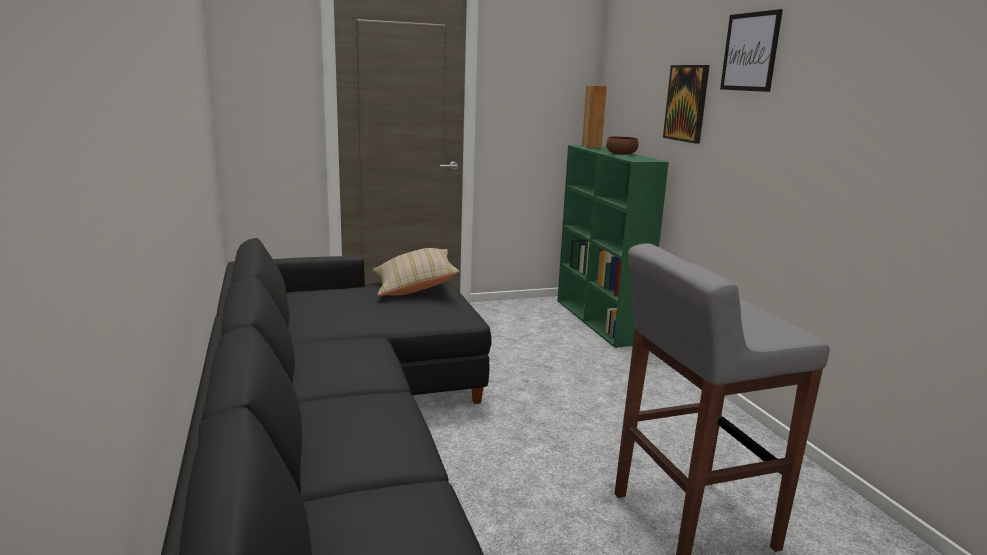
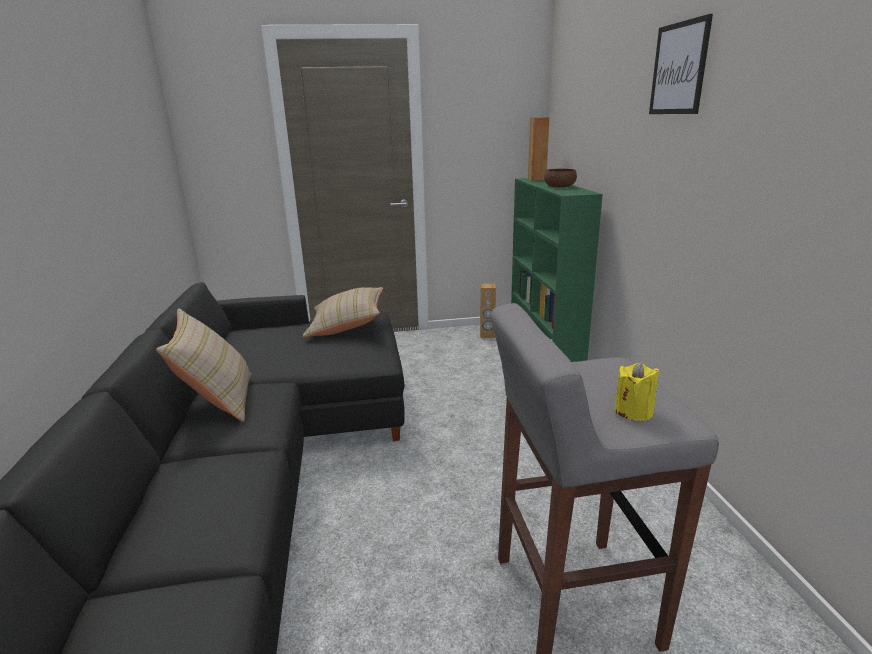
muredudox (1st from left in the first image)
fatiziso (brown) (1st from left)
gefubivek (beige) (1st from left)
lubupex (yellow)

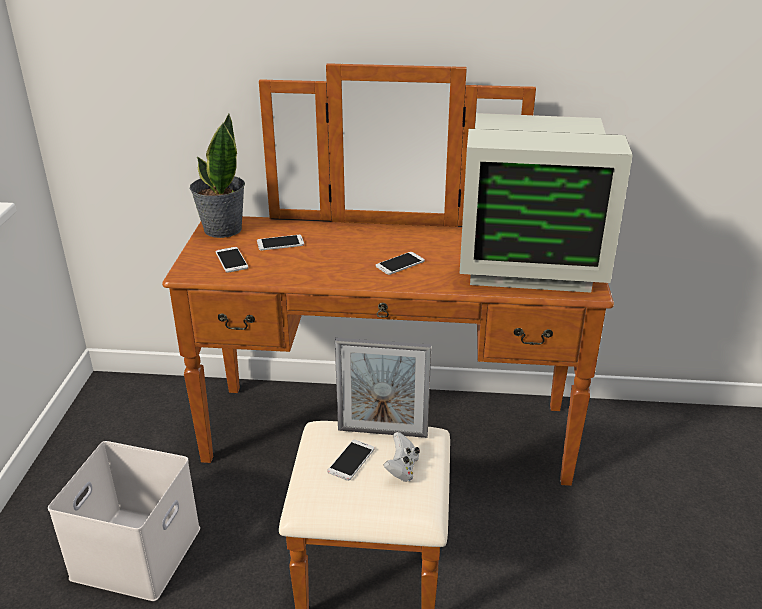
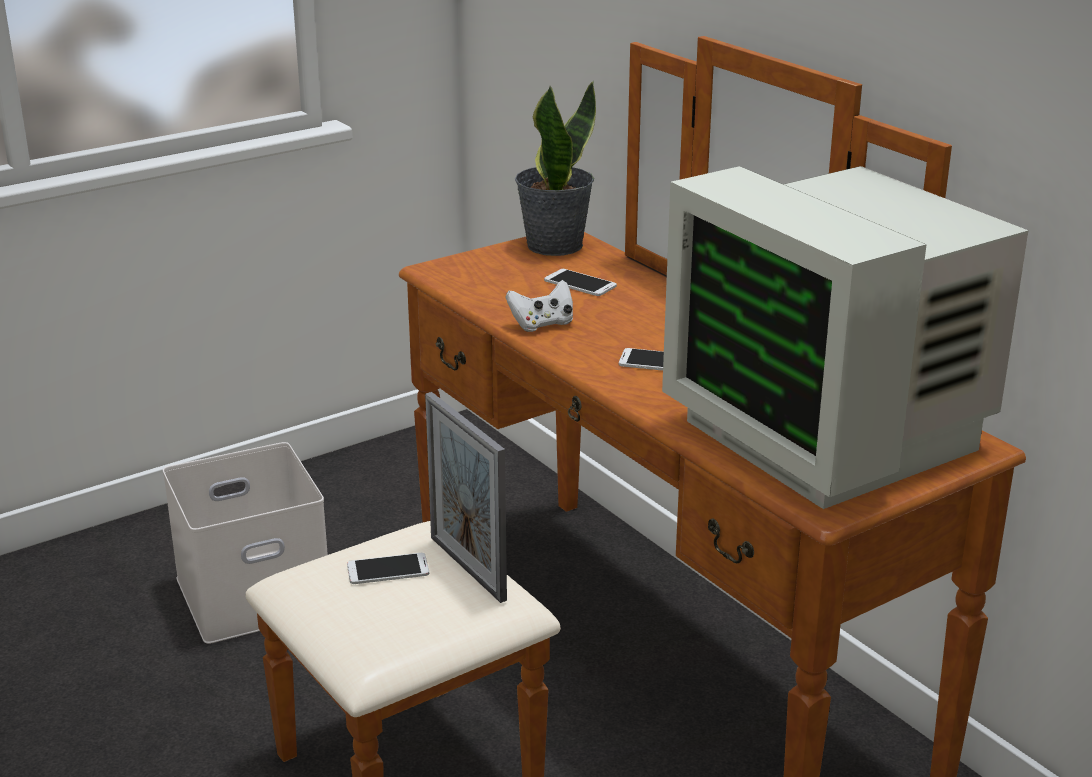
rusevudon (1st from left in the first image)
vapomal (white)

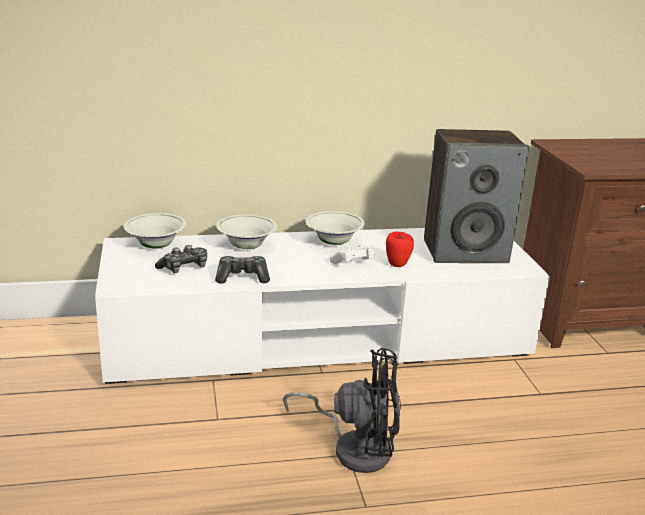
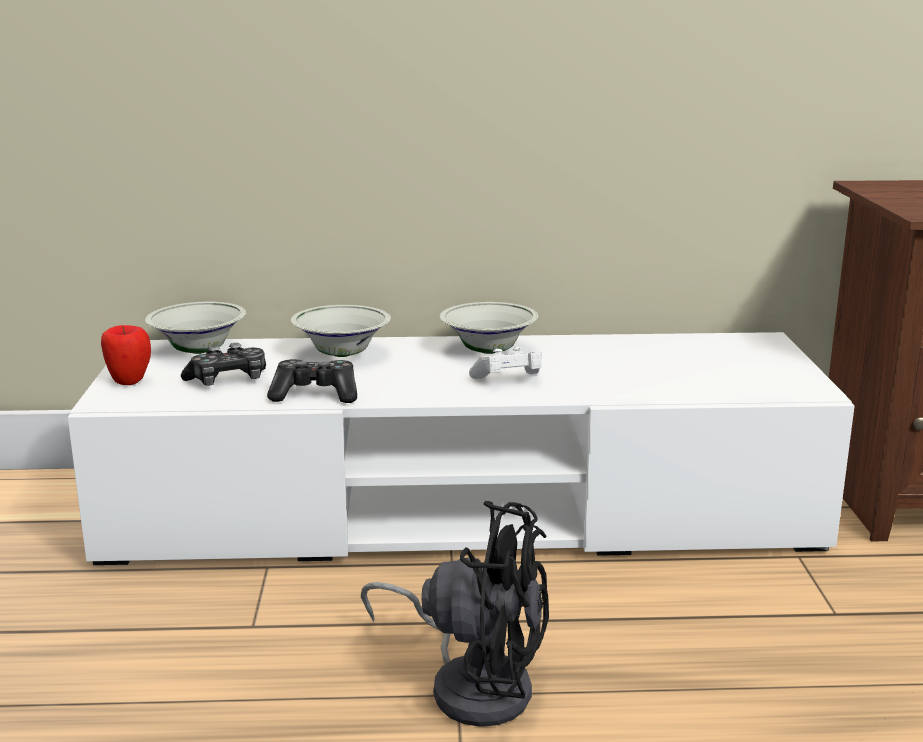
fatiziso
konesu

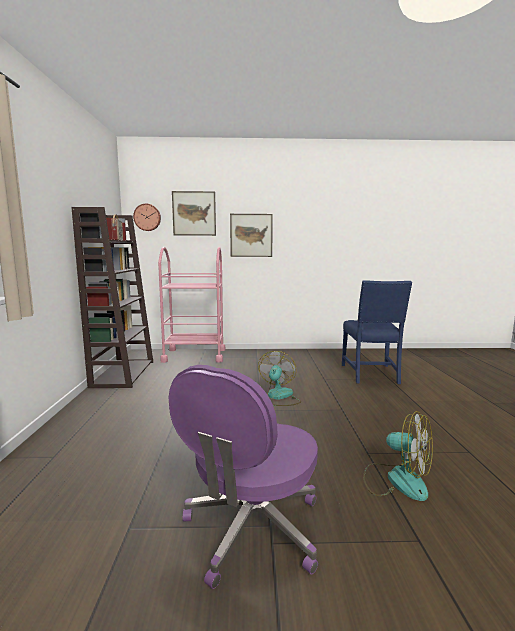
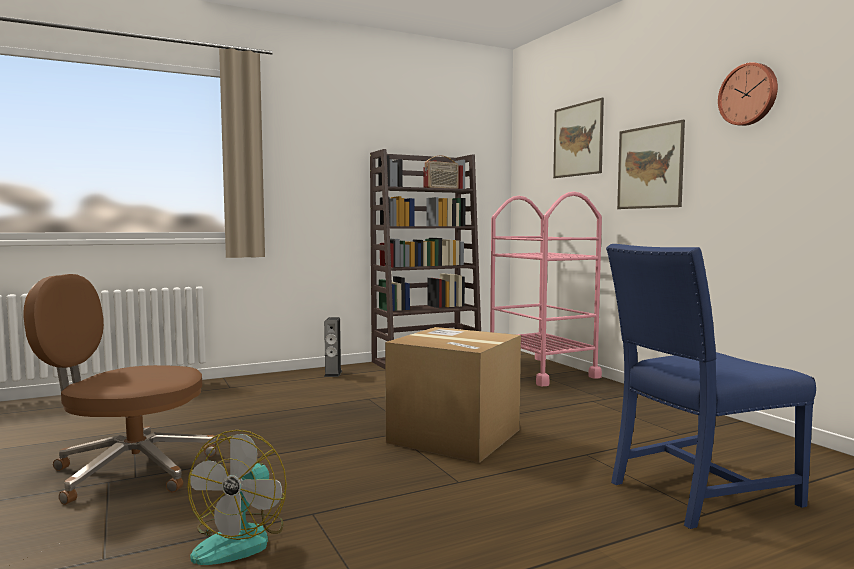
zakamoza
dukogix
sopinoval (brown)
fatiziso

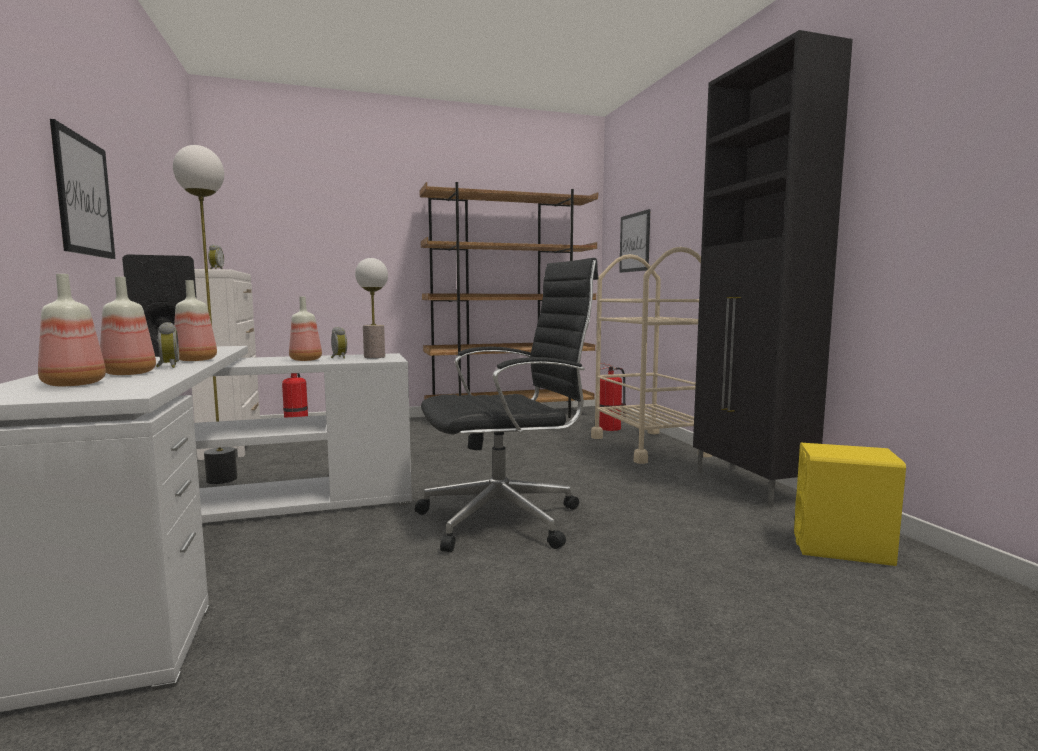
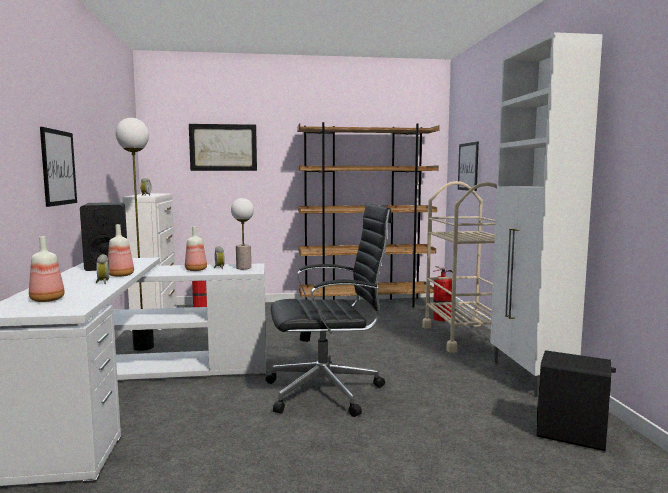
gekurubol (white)
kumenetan (2nd from left in the first image)
fatiziso (black) (2nd from left)
muredudox (2nd from left)

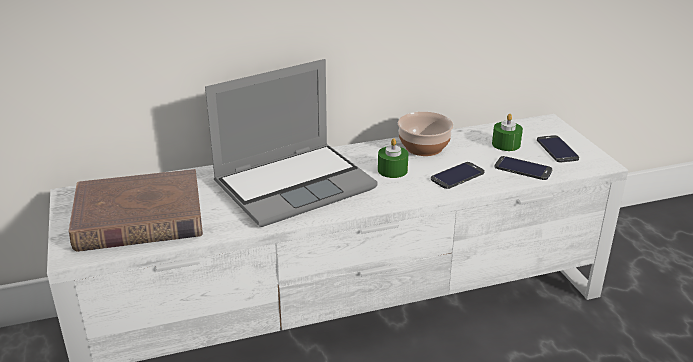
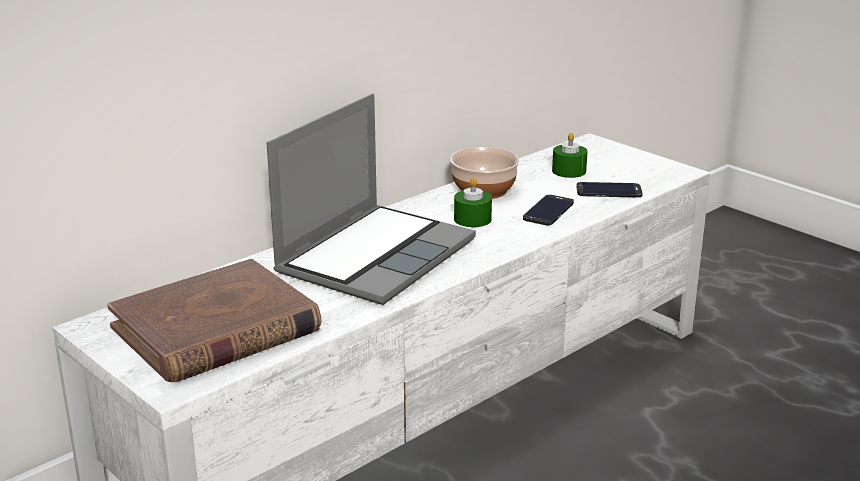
rusevudon (3rd from left in the first image)

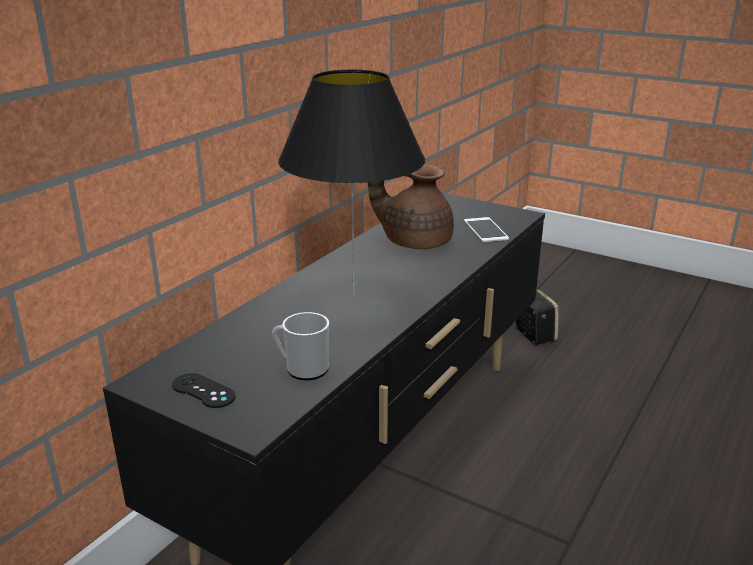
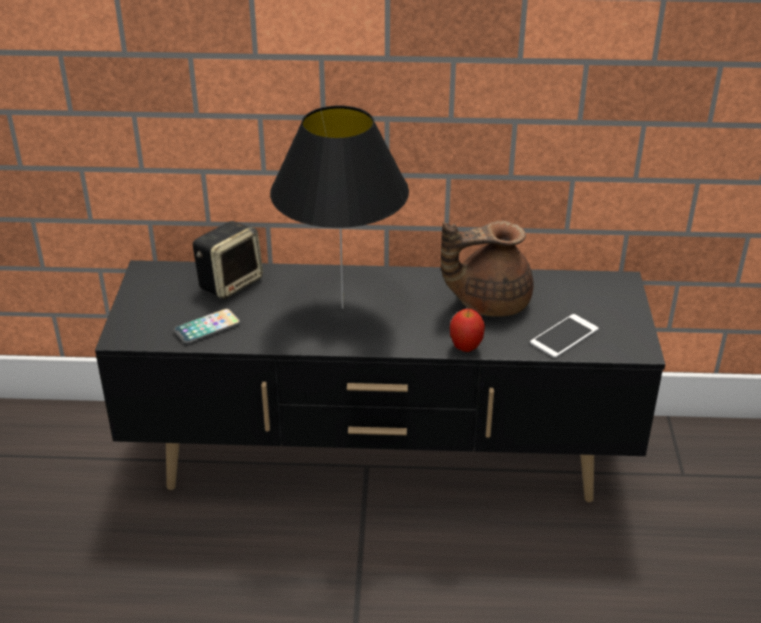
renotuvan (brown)
fatiziso
rusevudon (1st from left)
vapomal (black)
konesu

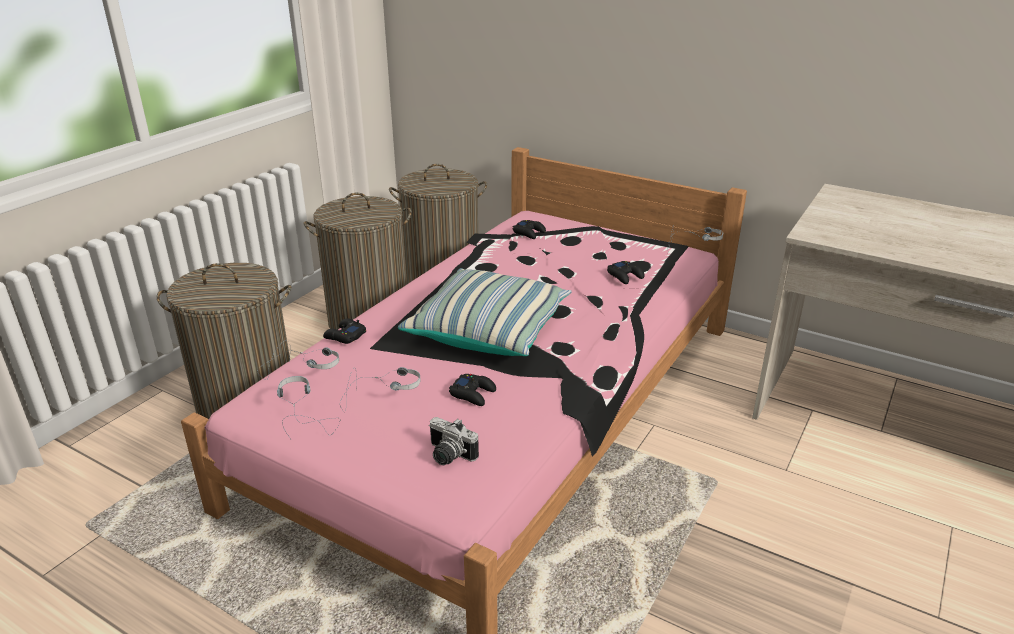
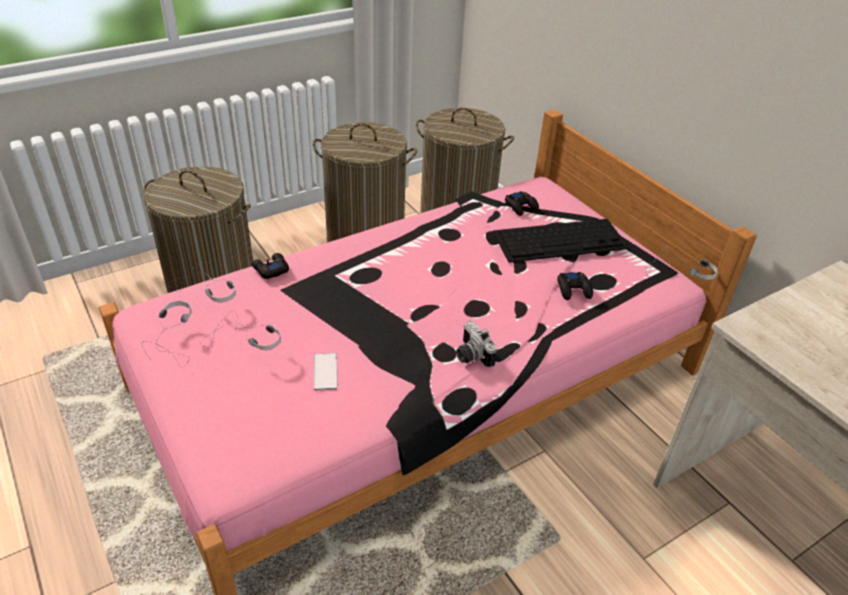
gefubivek
rusevudon
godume
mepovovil

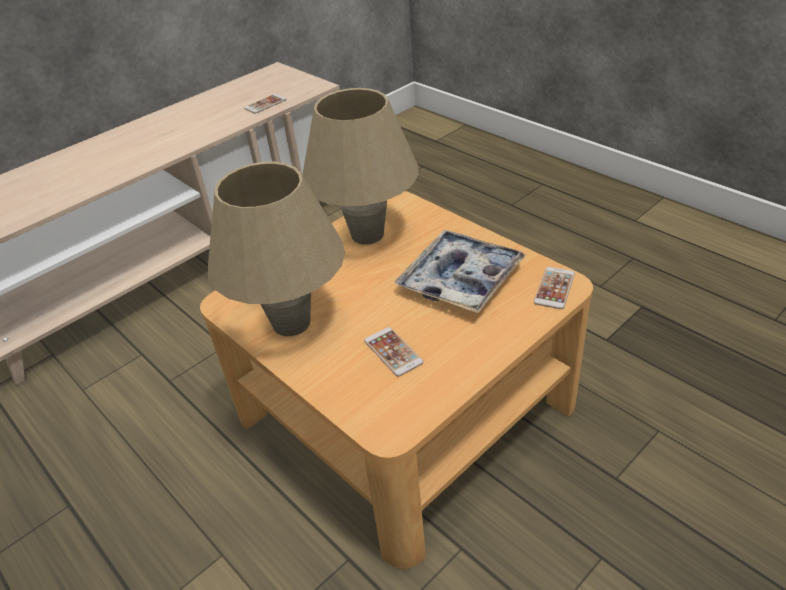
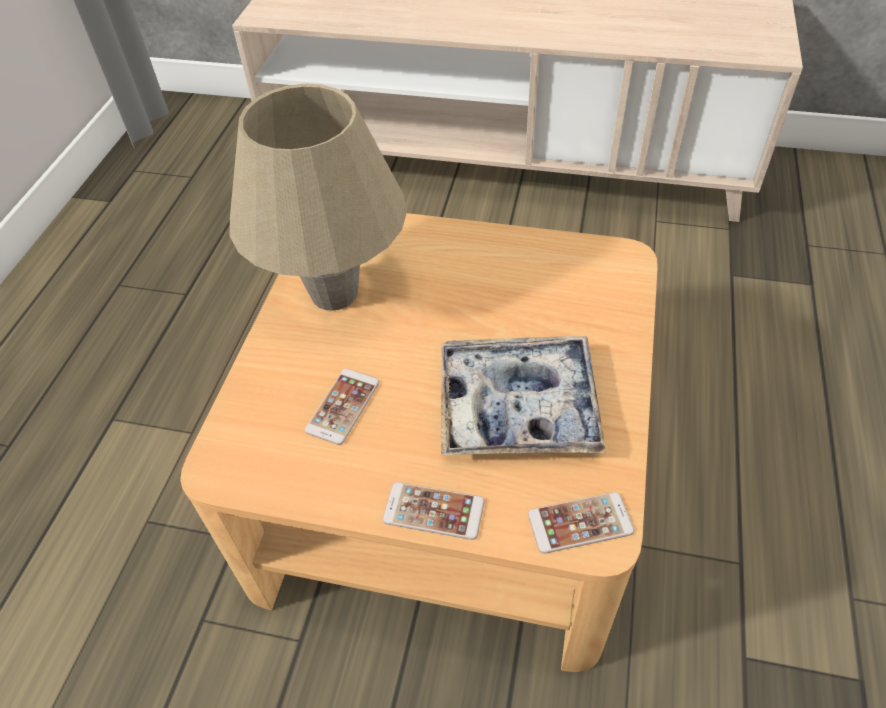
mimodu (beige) (2nd from left in the first image)
rusevudon (2nd from left)

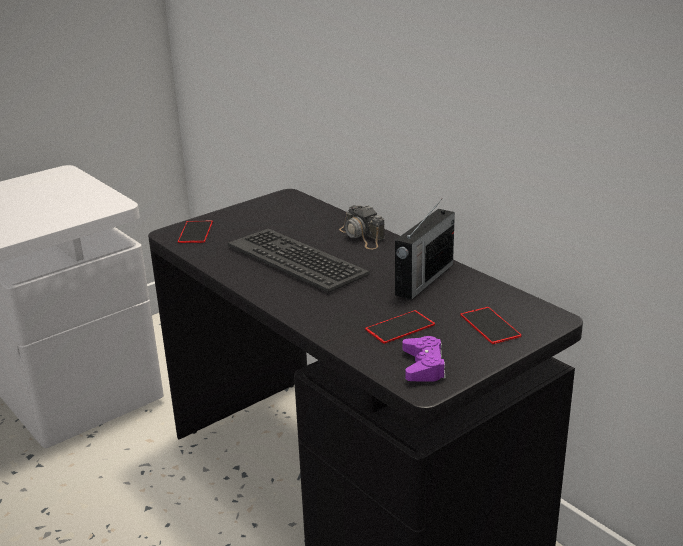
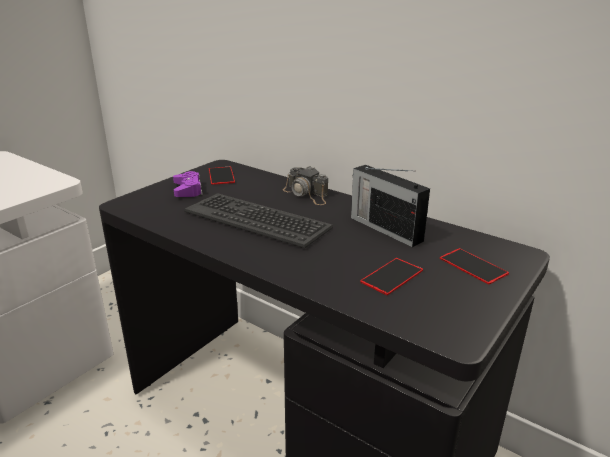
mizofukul
rusevudon (1st from left)
vapomal (purple)

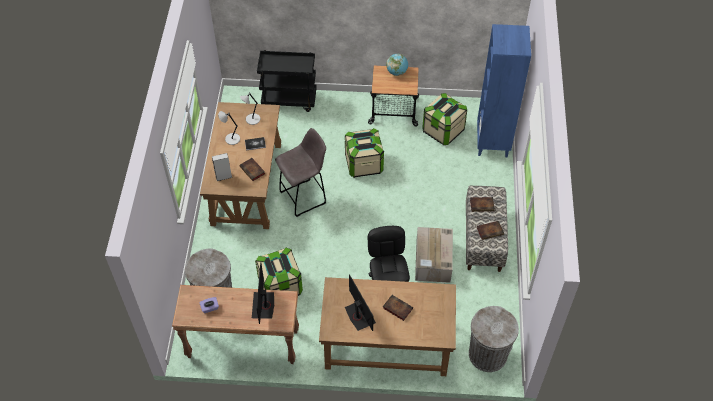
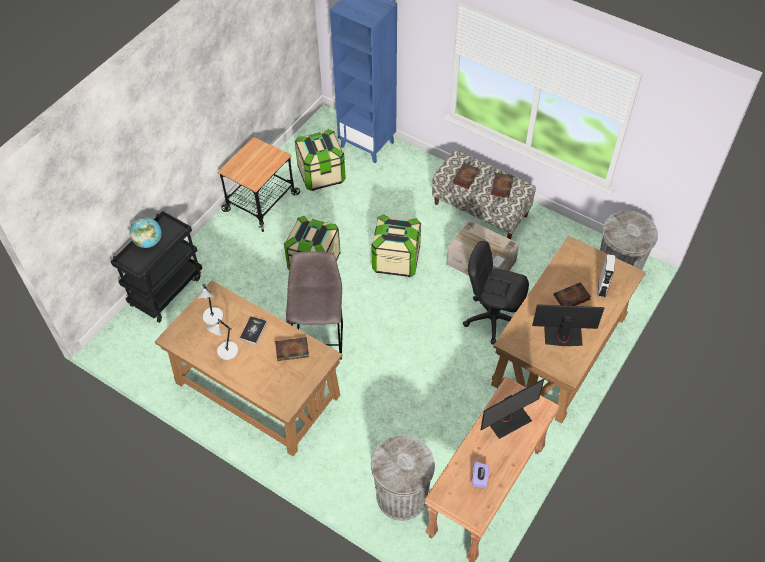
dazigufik
fatiziso (grey)
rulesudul (3rd from left)
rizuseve (1st from left)

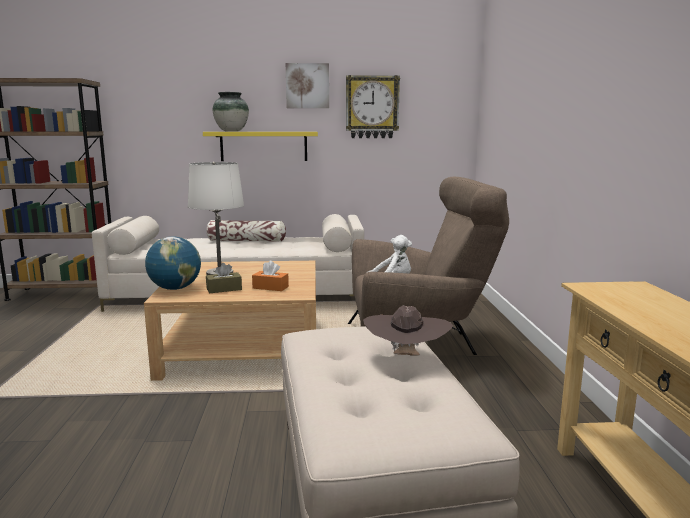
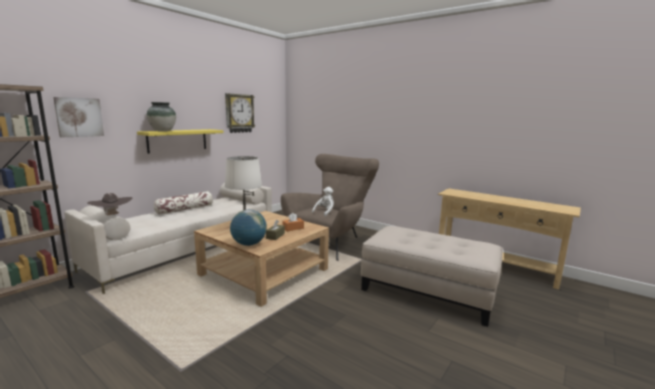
muredudox
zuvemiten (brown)

